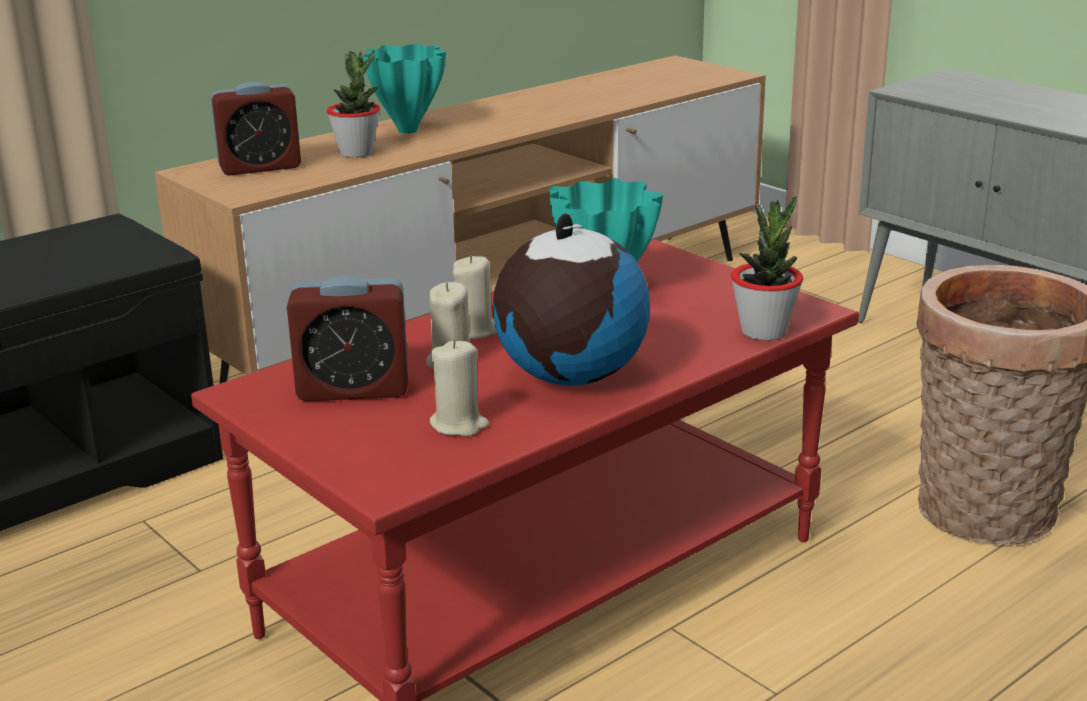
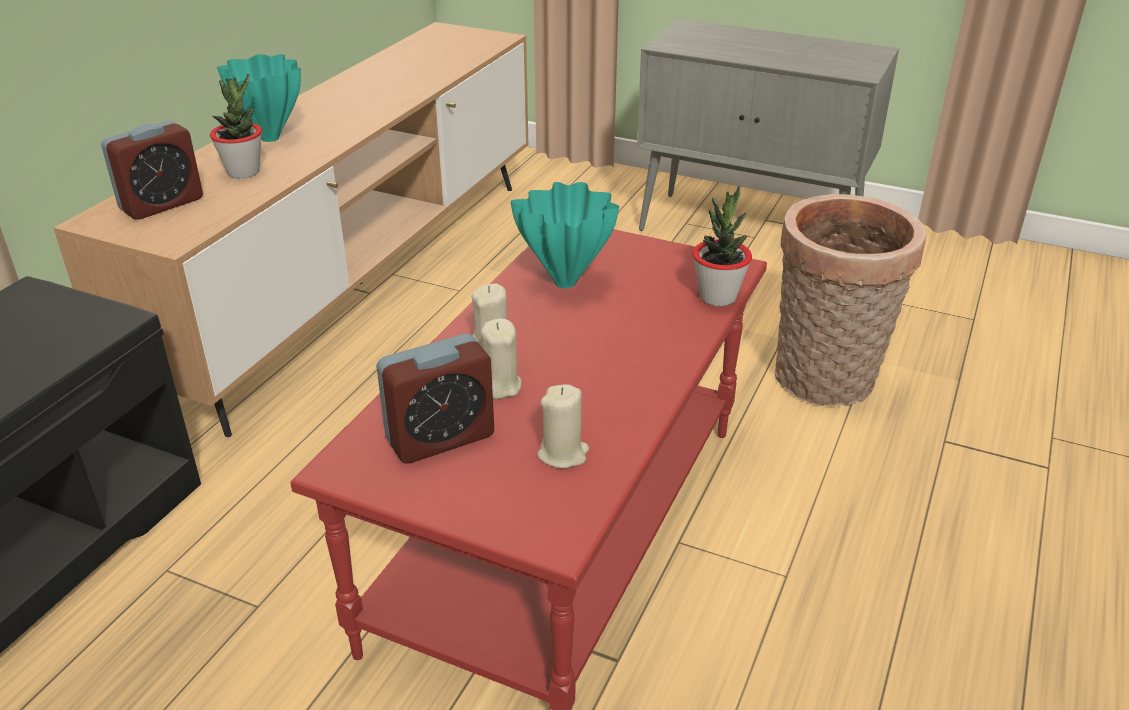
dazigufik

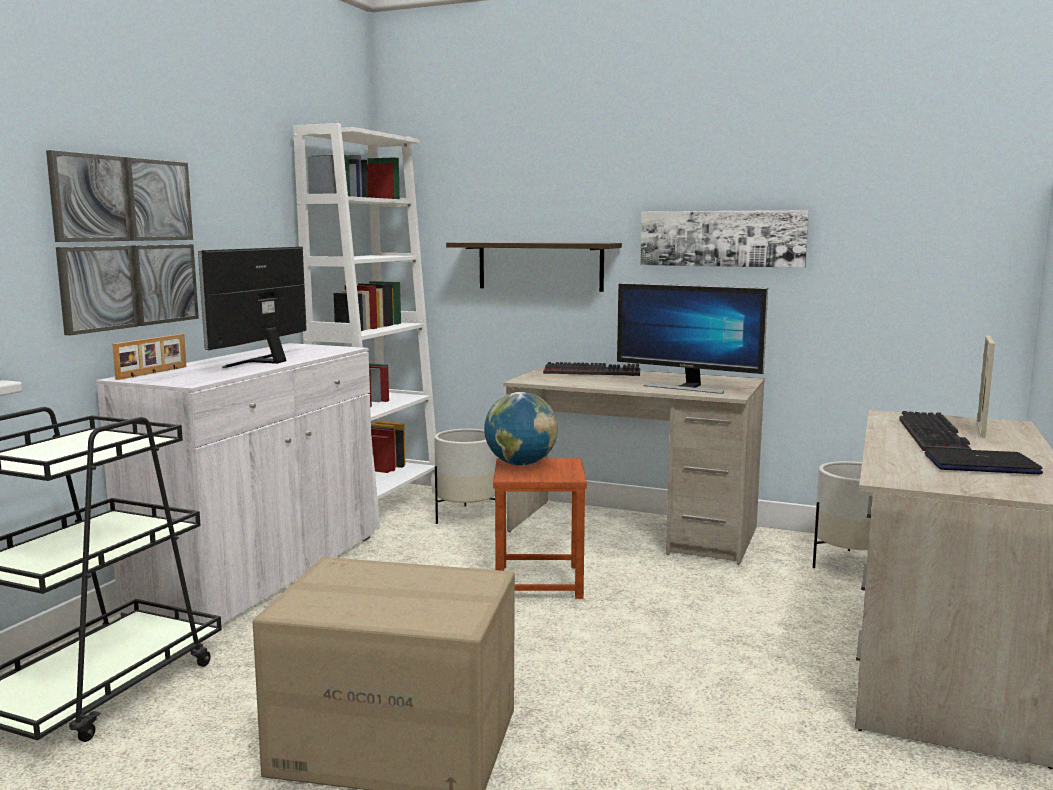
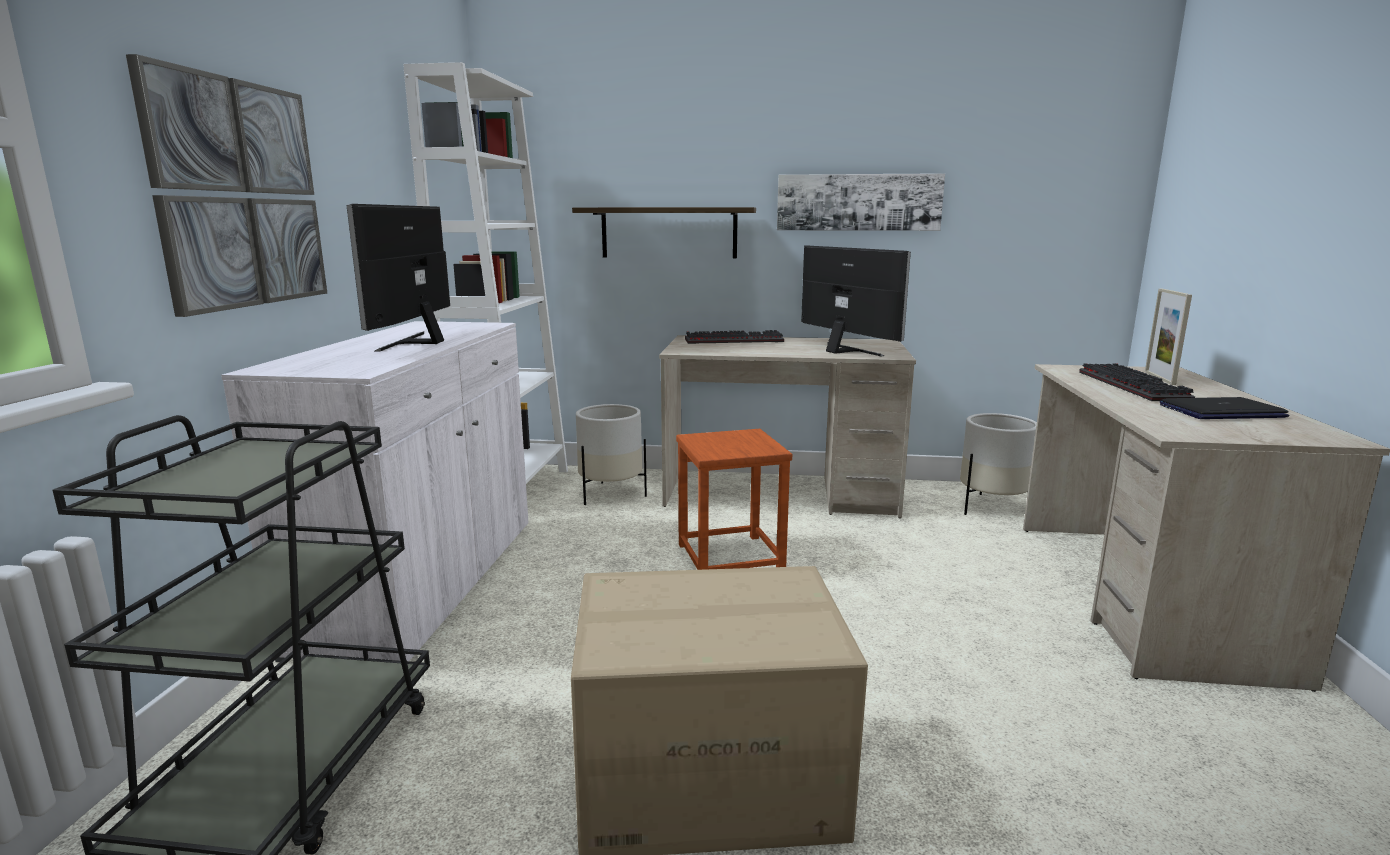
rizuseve (2nd from left)
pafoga (1st from left in the first image)
dazigufik

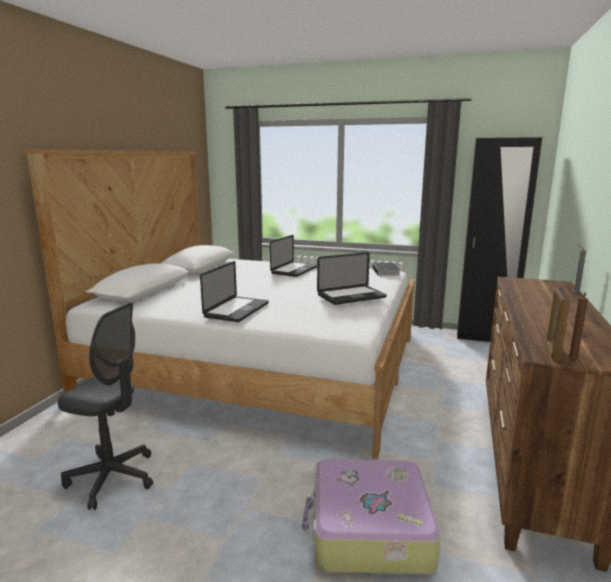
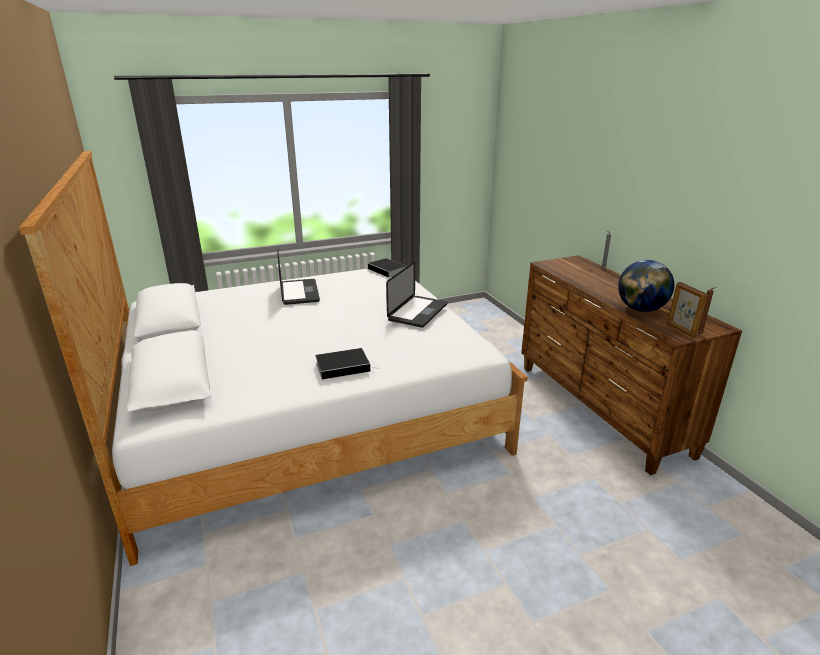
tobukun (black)
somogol (1st from left)
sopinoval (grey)
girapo
dazigufik

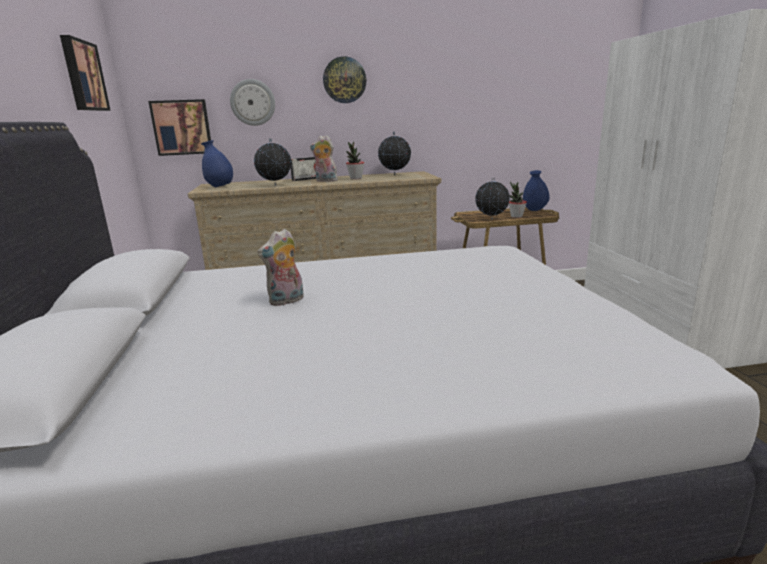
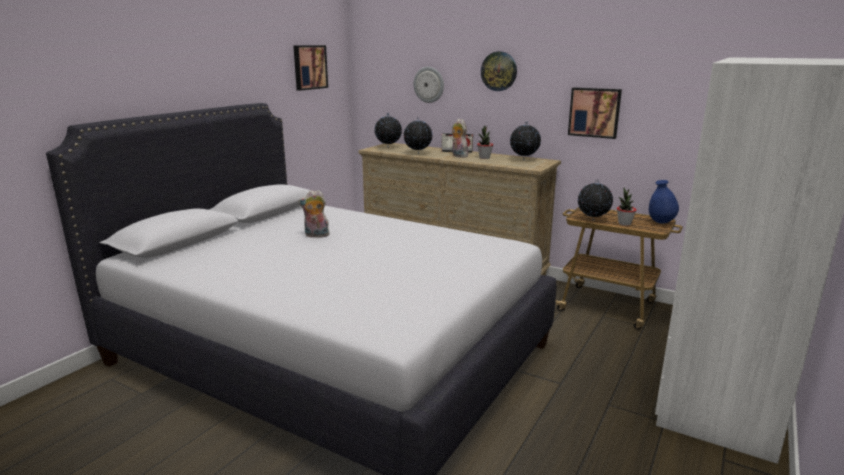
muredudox (2nd from left)
dazigufik (1st from left)

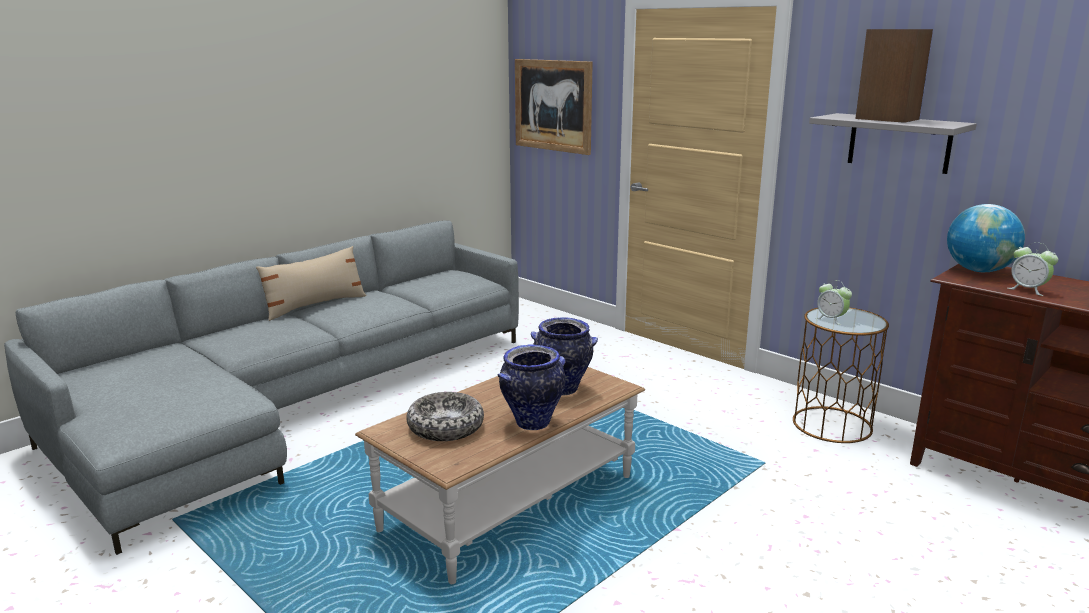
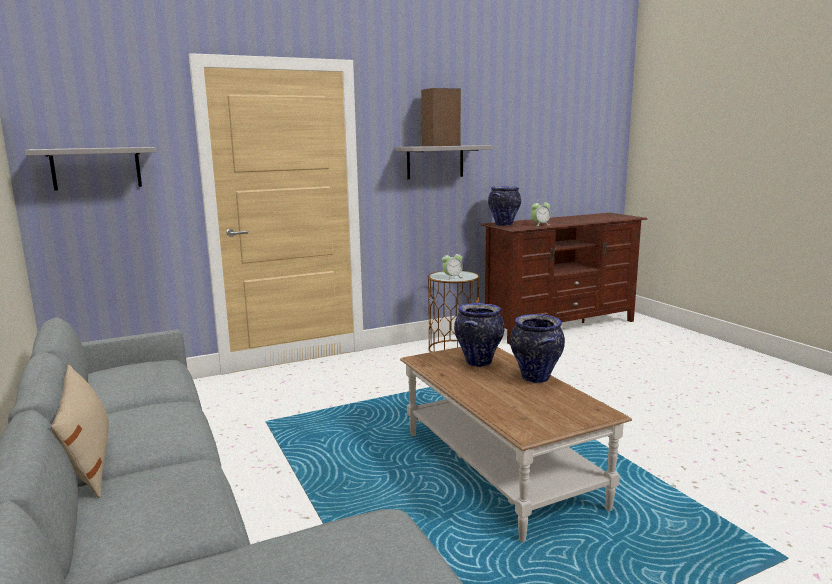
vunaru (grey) (1st from left)
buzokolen (2nd from left)
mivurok

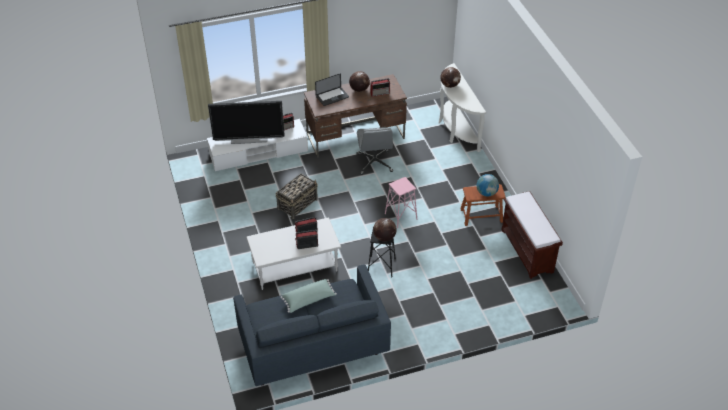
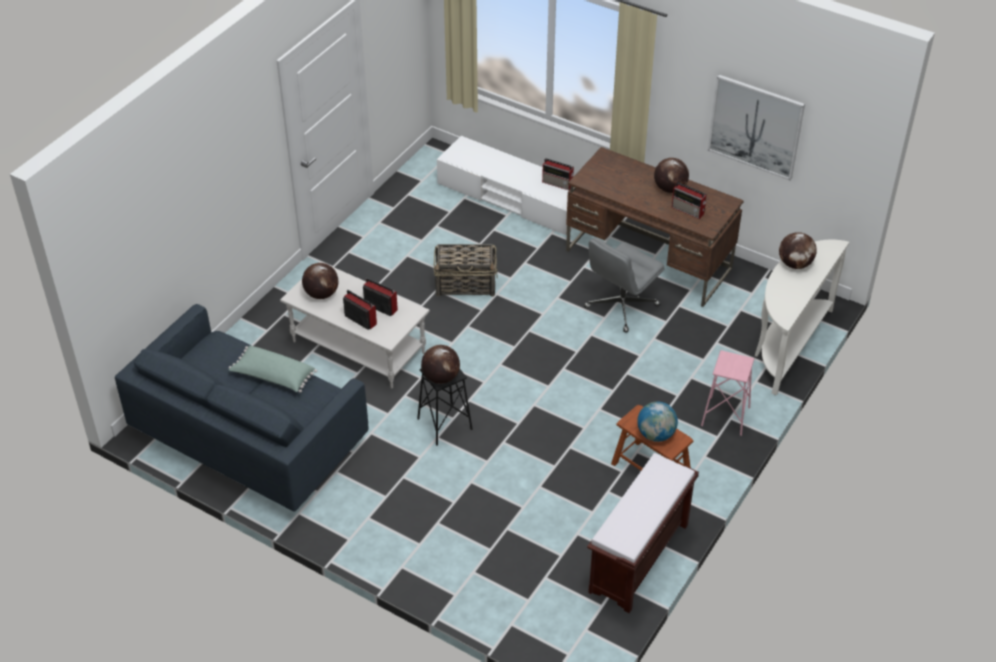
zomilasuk
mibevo
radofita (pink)
muredudox
dazigufik (1st from left)

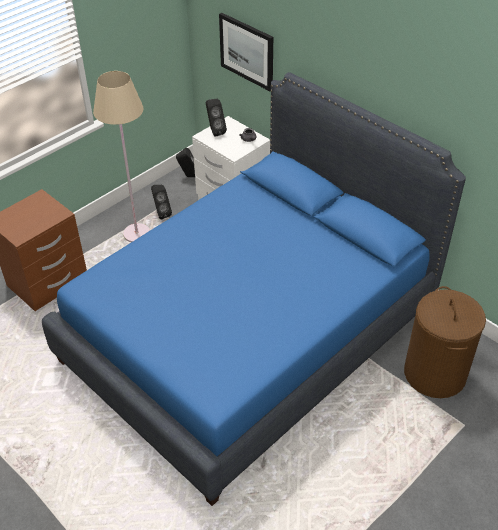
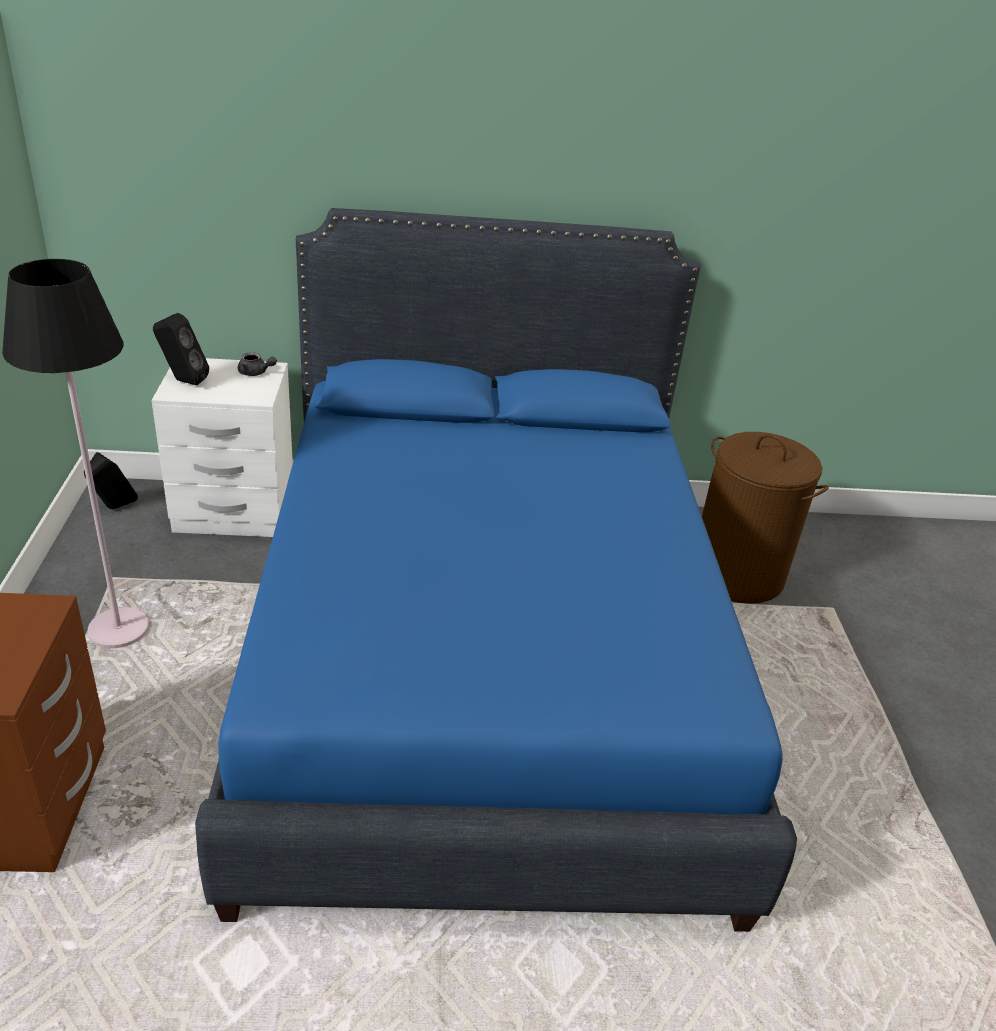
muredudox
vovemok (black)
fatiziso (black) (1st from left in the first image)

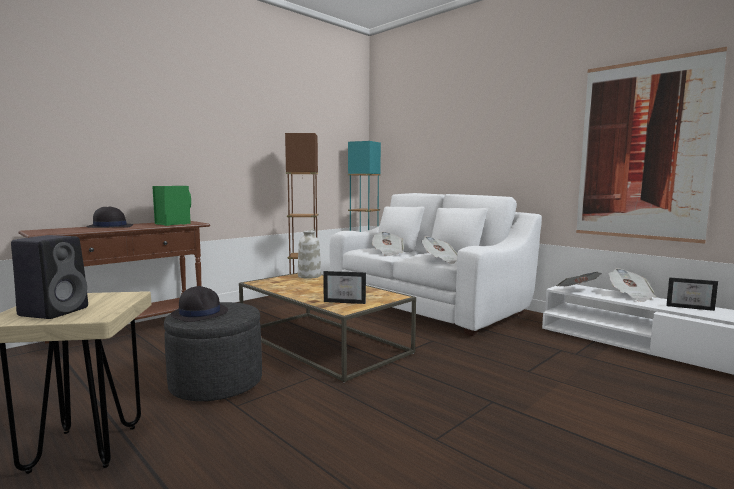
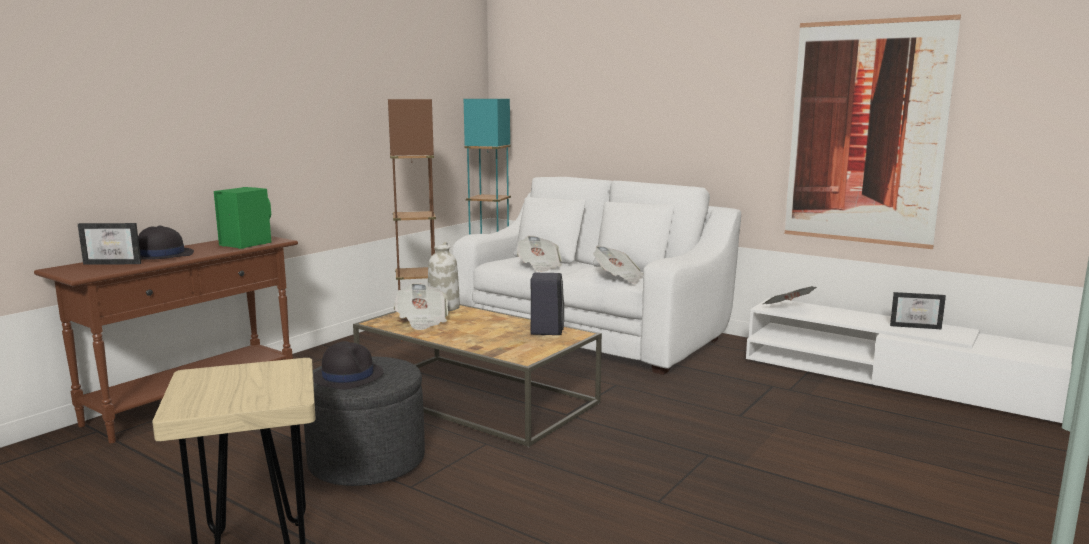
fatiziso (black)
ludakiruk (1st from left)
pafoga (1st from left)

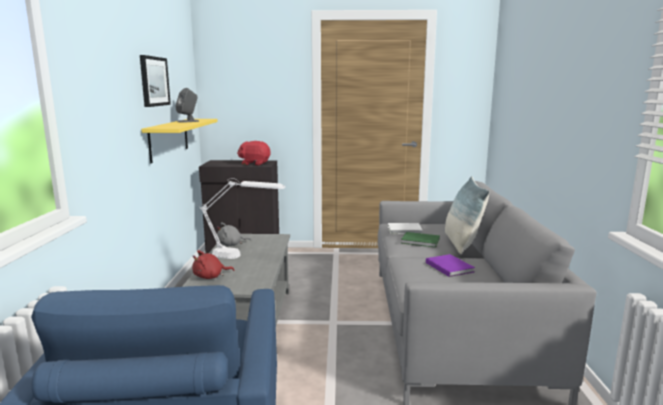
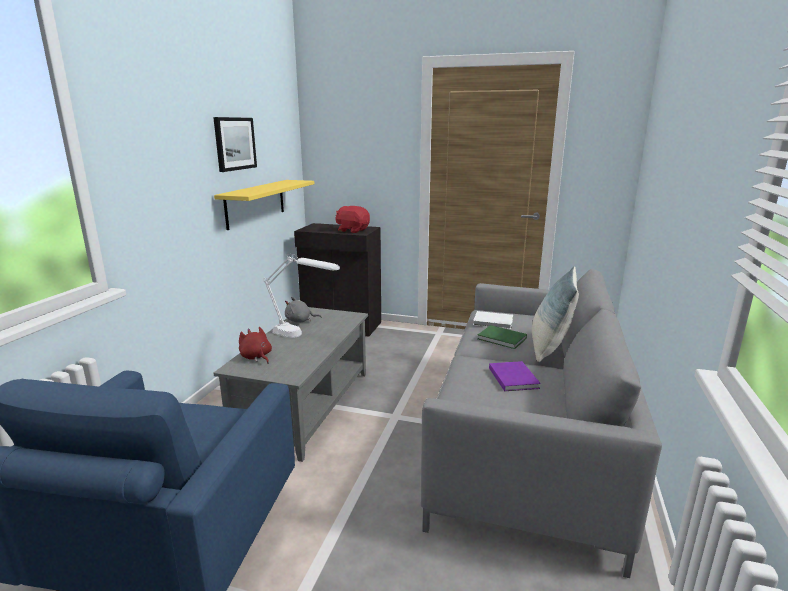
fatiziso (grey)
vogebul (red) (1st from left)

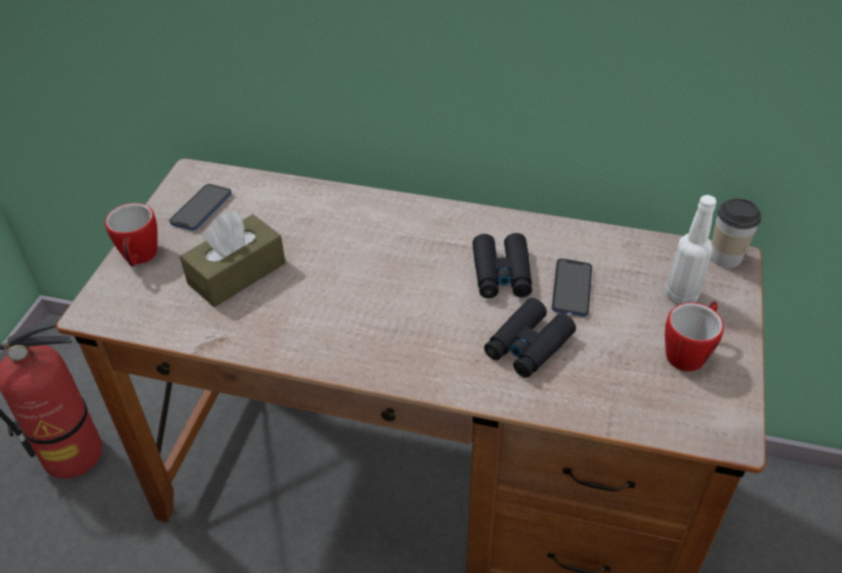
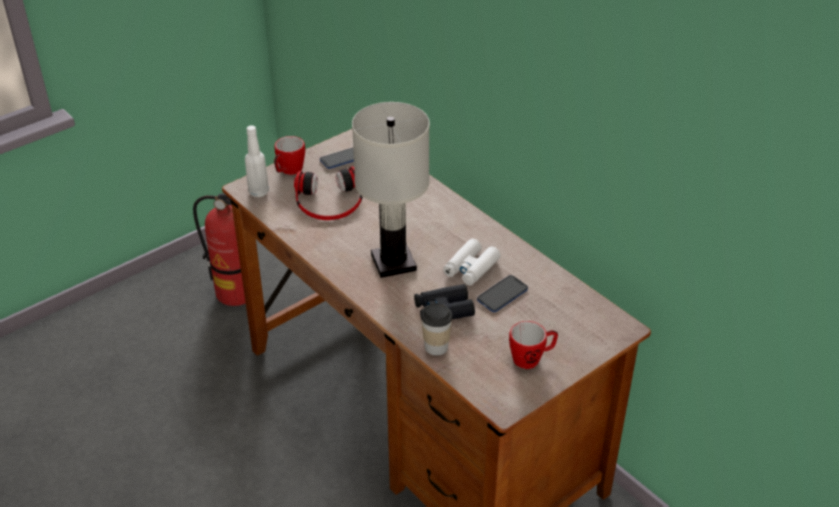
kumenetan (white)
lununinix
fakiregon
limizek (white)
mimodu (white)

